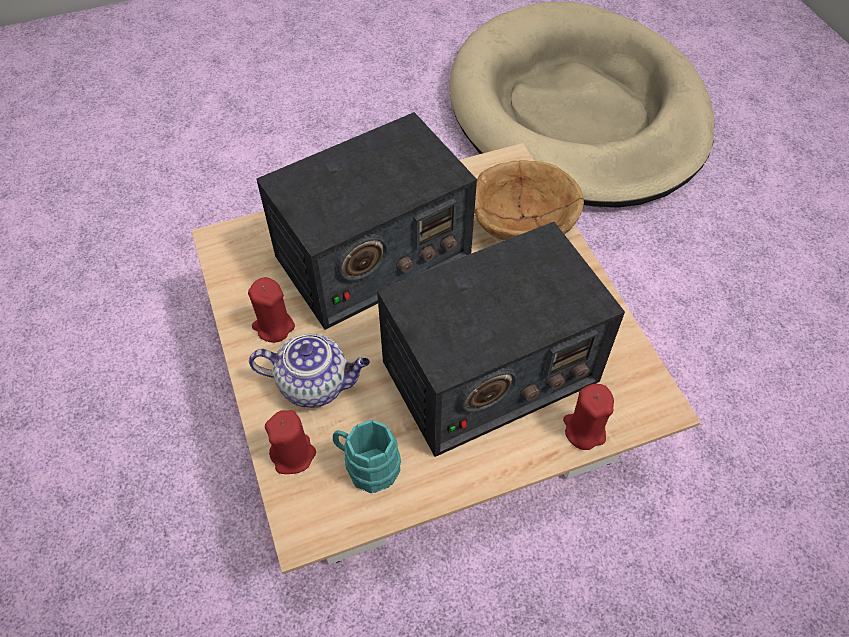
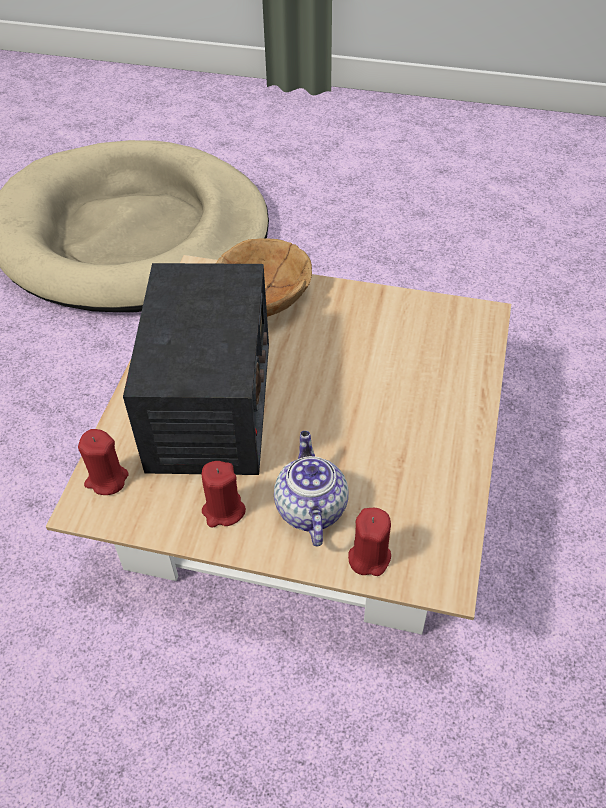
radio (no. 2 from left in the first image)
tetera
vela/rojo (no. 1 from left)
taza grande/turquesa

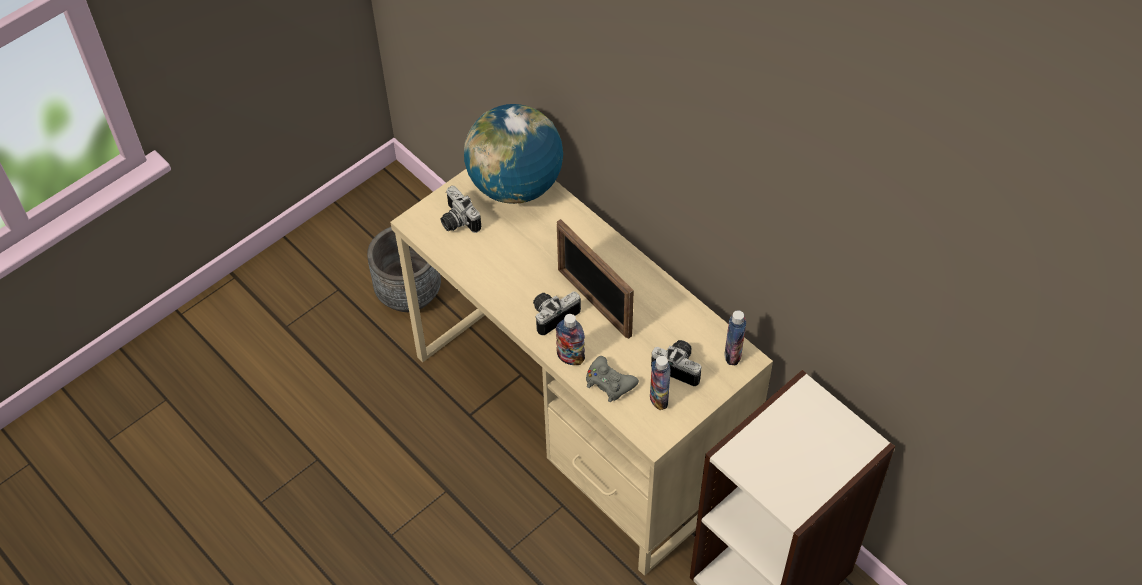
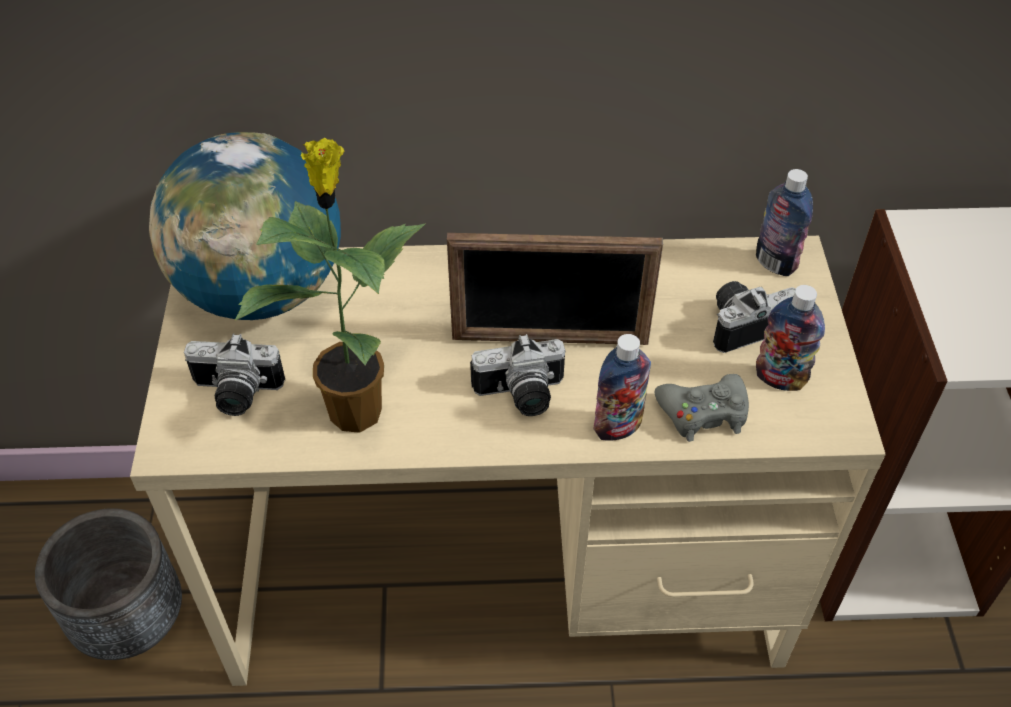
cámara (no. 2 from left)
planta en maceta

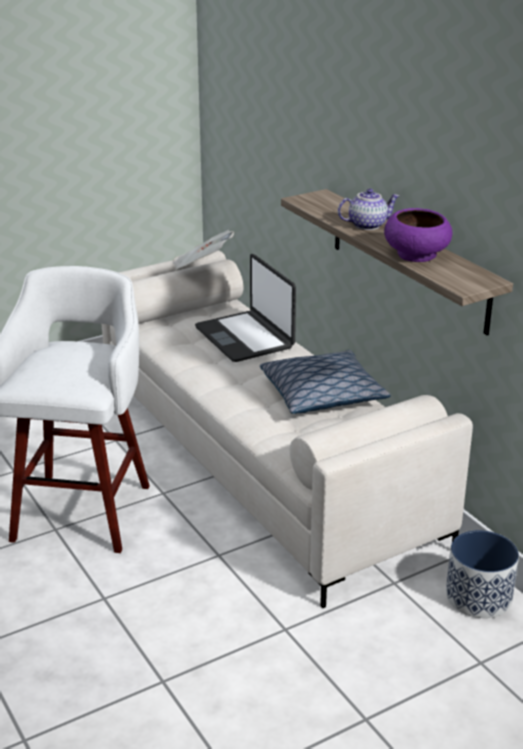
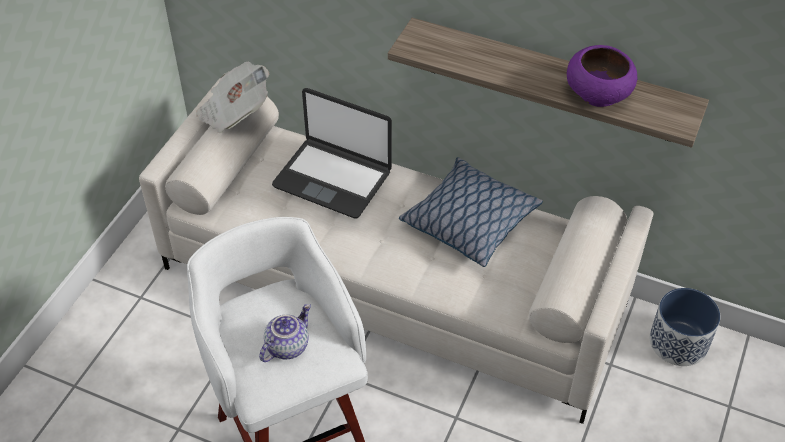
tetera

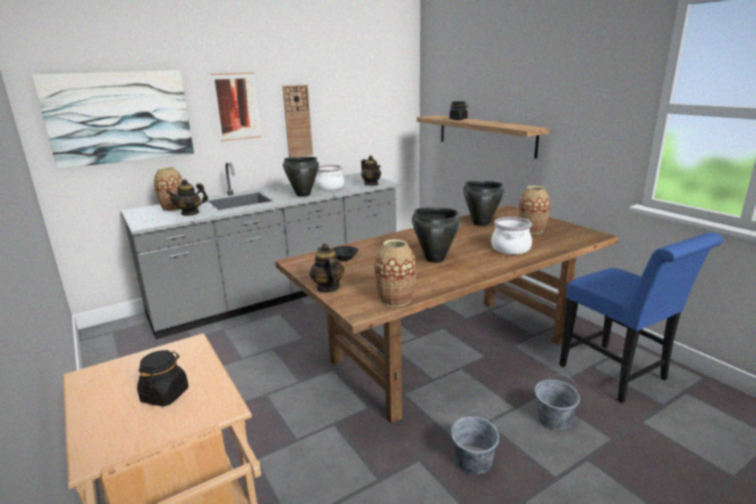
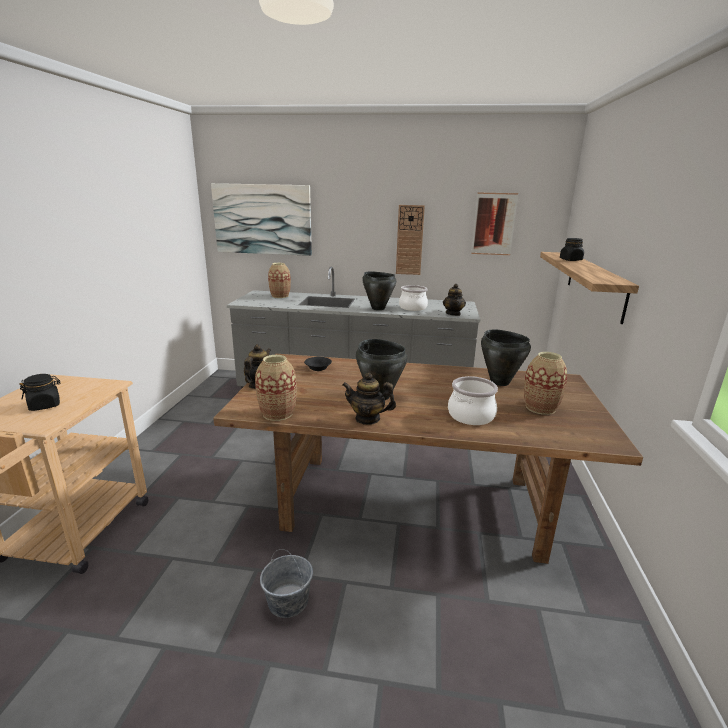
cuadro (no. 2 from left)
tetera (no. 2 from left)
silla/azul
cubo/gris (no. 2 from left in the first image)

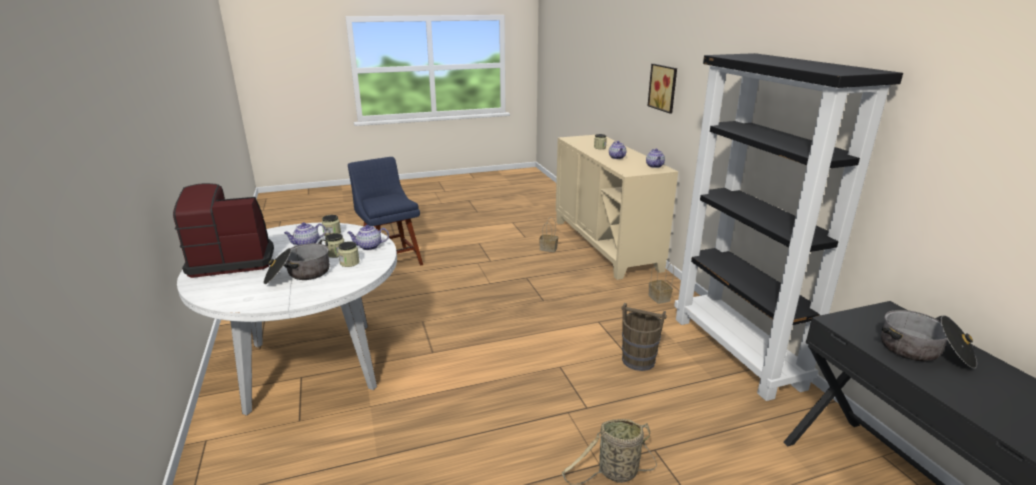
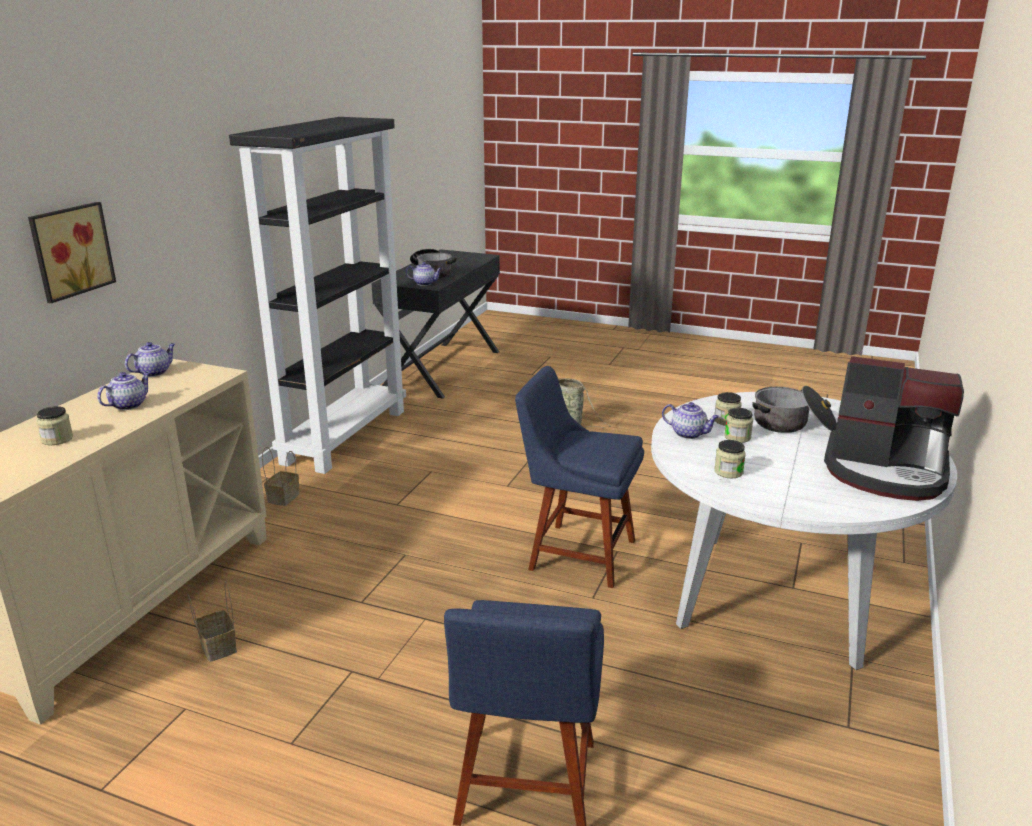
tetera (no. 3 from left)
cubo/marrón
silla/azul (no. 2 from left)

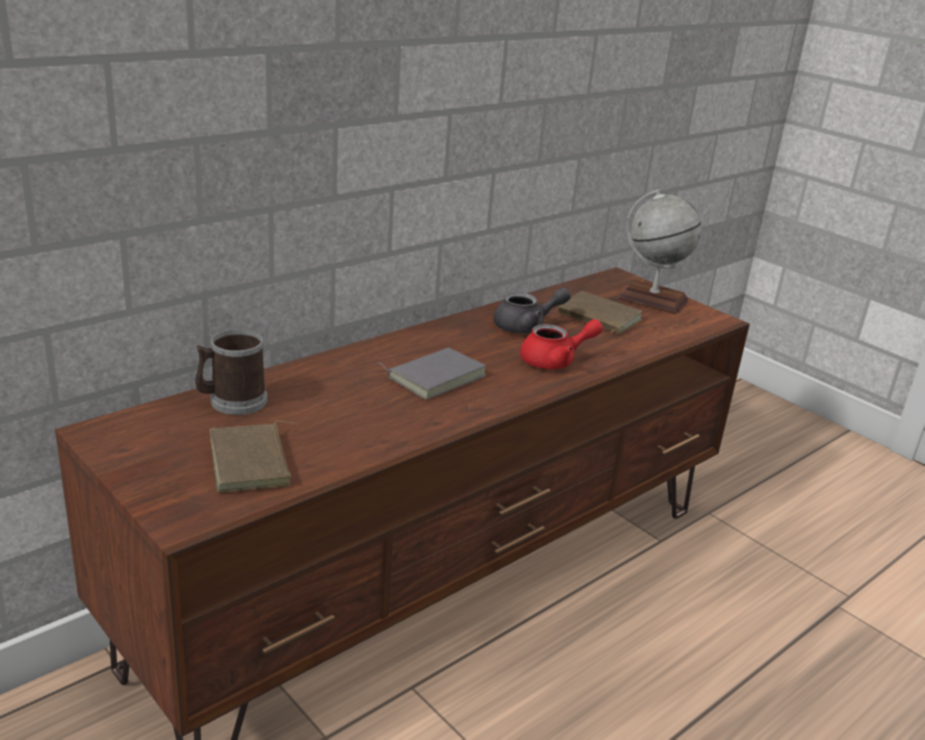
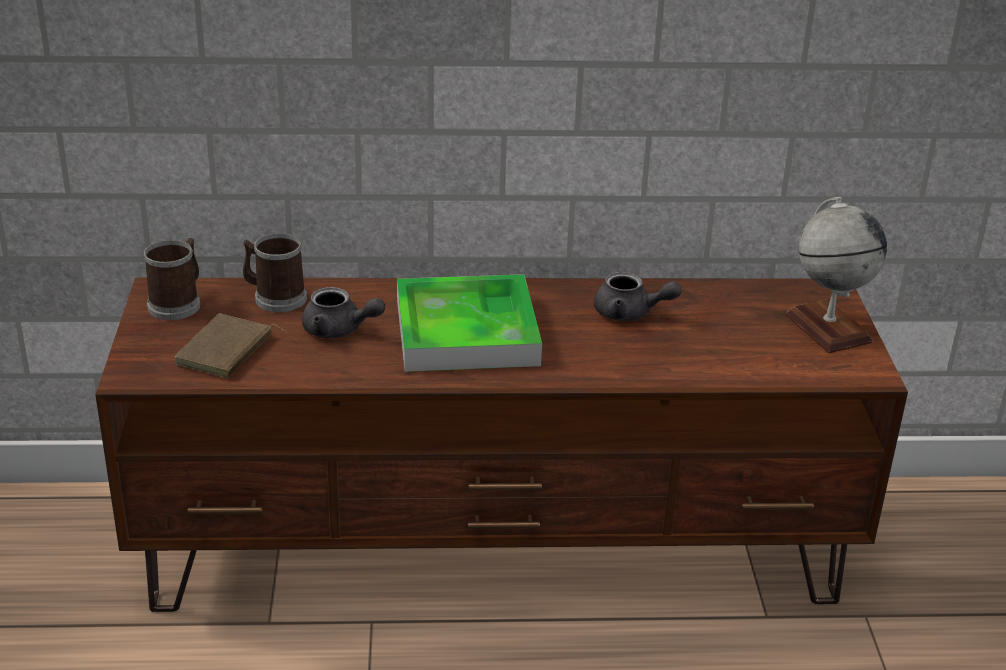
libro/marrón (no. 2 from left in the first image)
tetera/rojo
bandeja
taza grande (no. 1 from left)
tetera/gris (no. 1 from left)

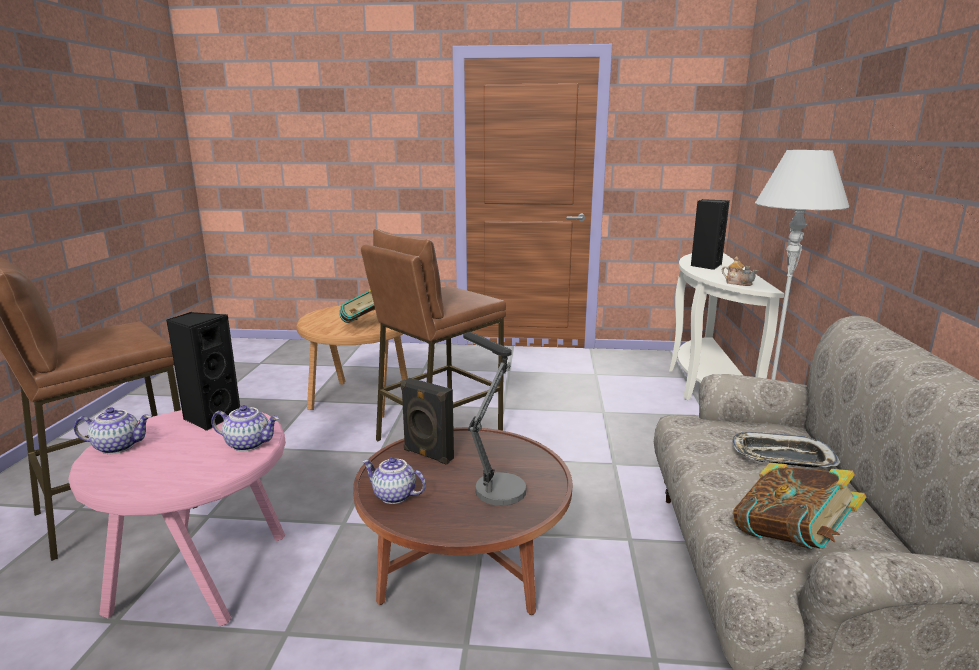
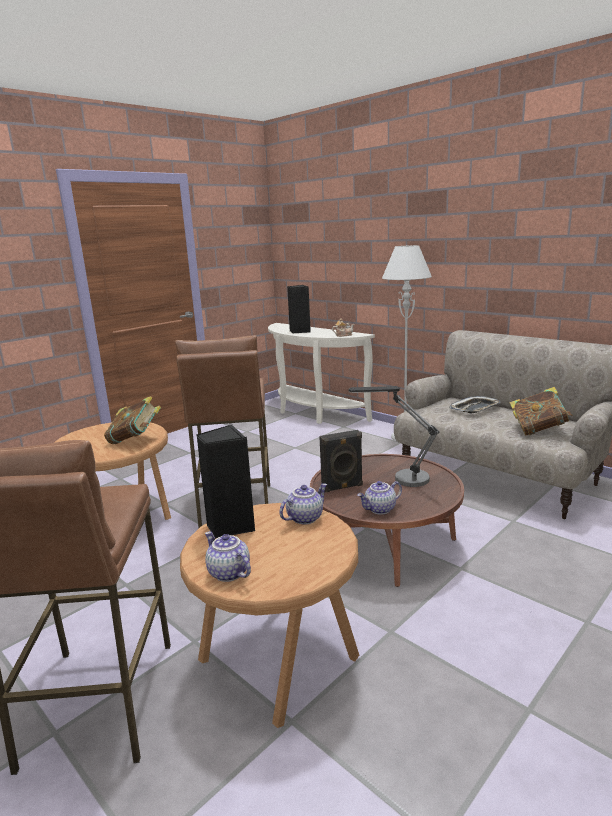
tetera (no. 1 from left)
mesa auxiliar/marrón (no. 2 from left)

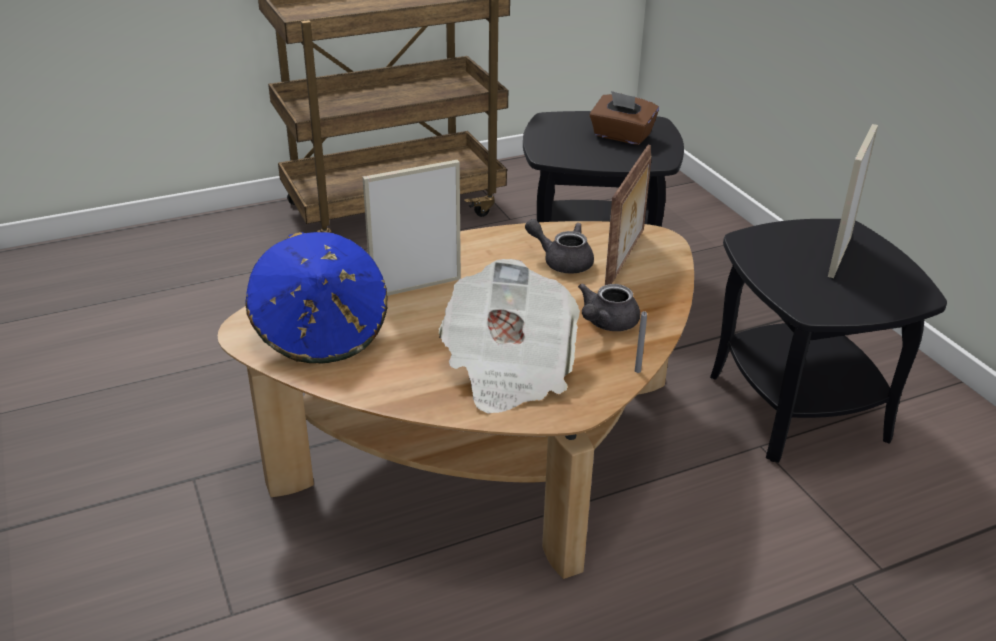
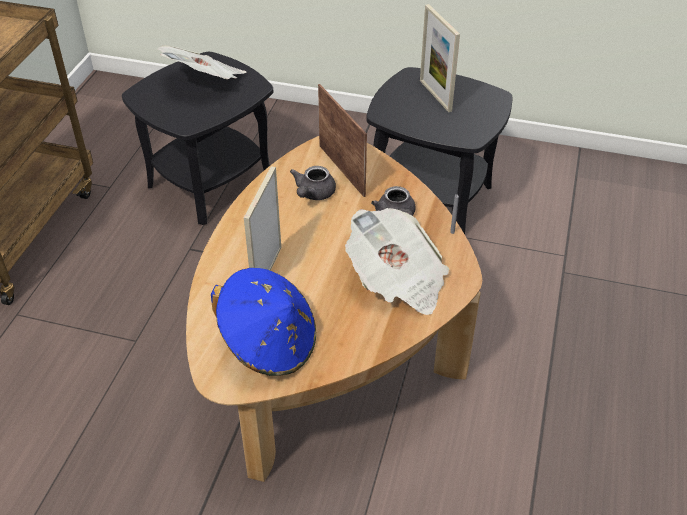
periódico (no. 1 from left)
tetera/gris (no. 1 from left)

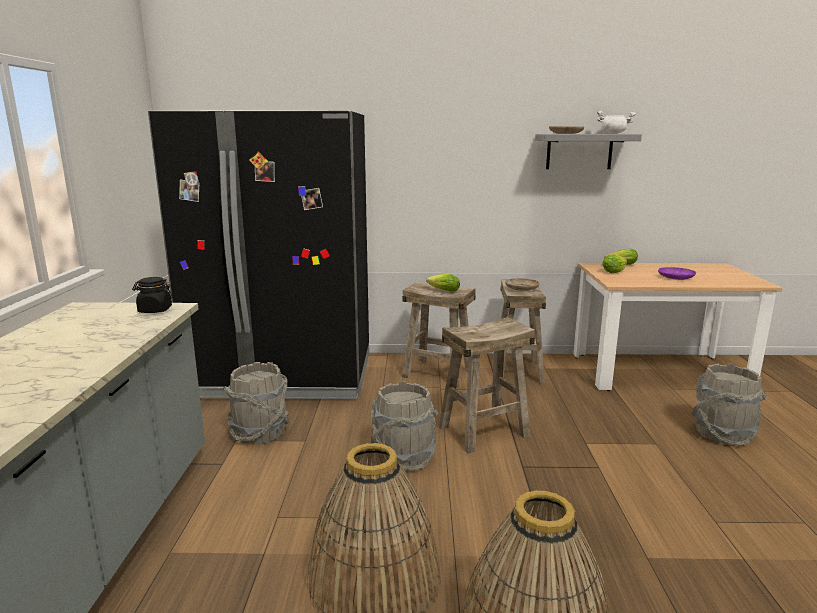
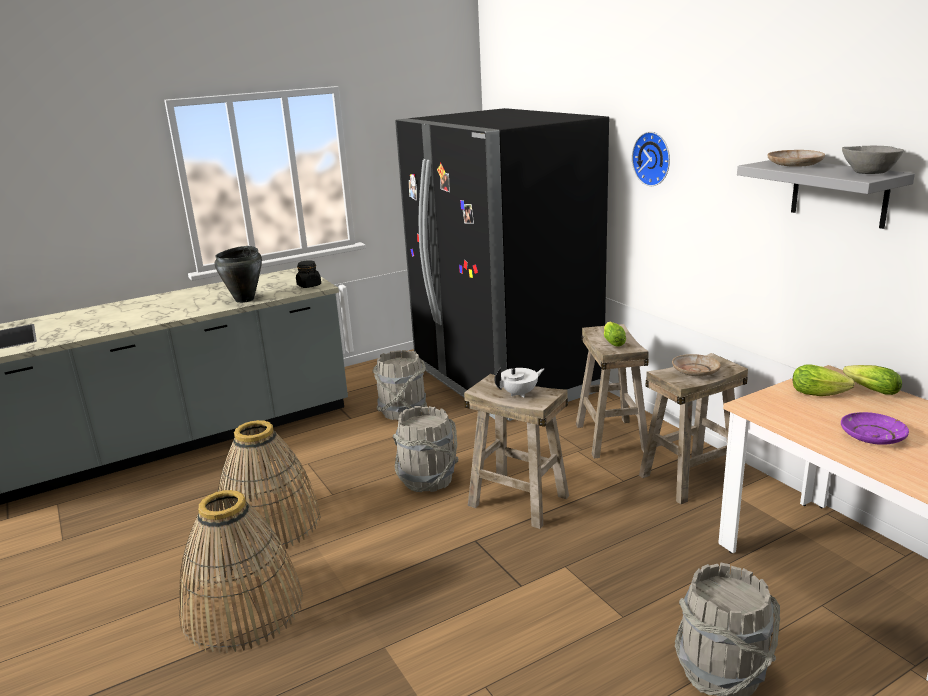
cuenco/gris
reloj de pared
olla/negro
tetera/blanco

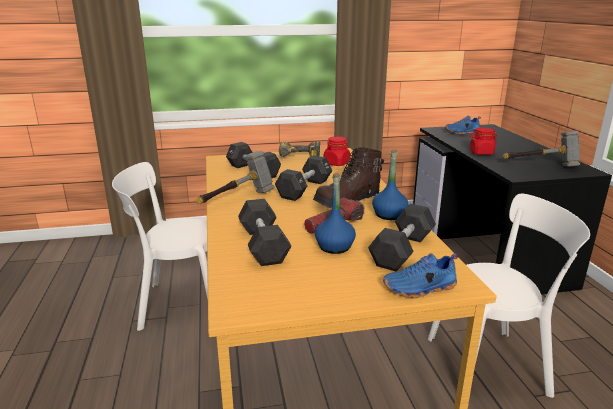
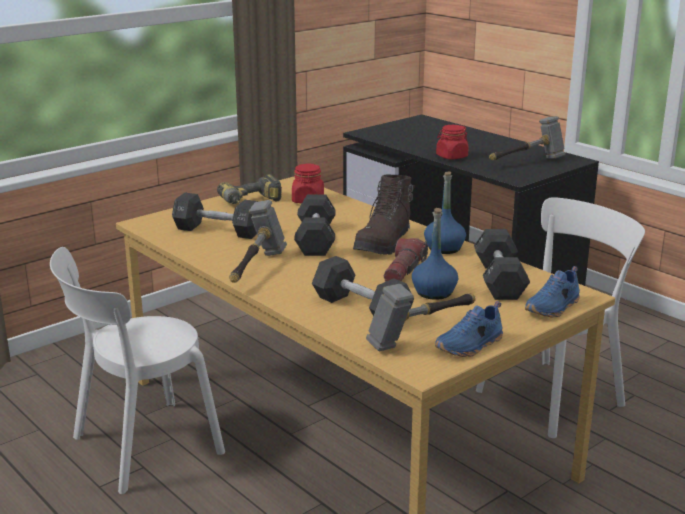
zapato/azul (no. 1 from left)
martillo (no. 2 from left)

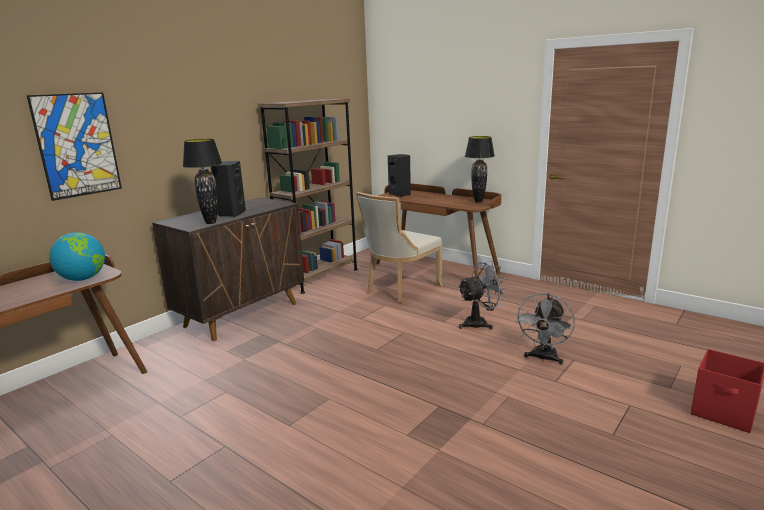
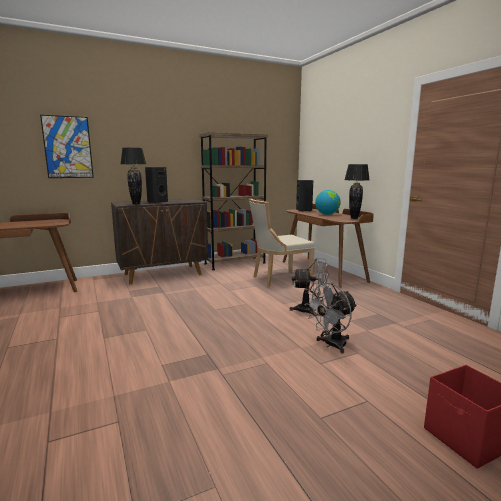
globo terráqueo

